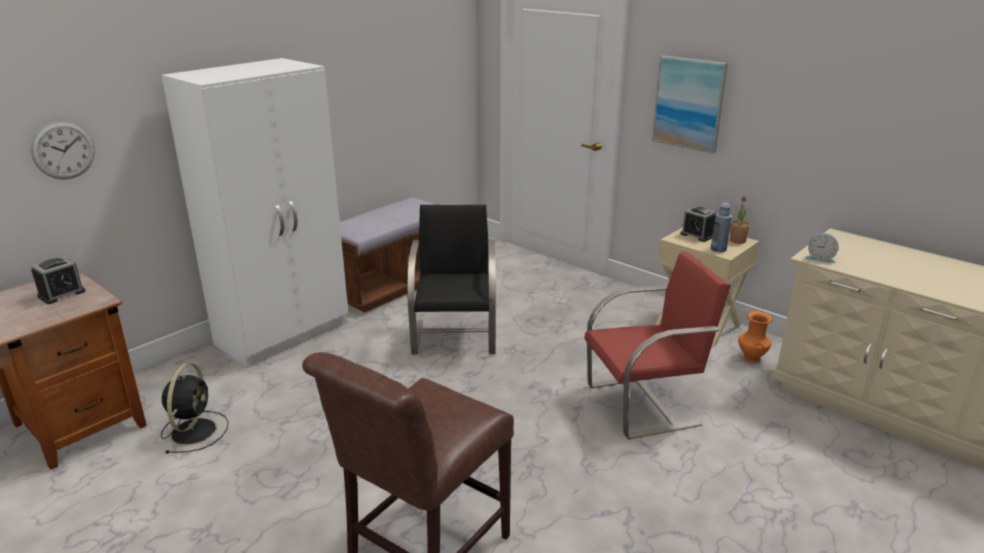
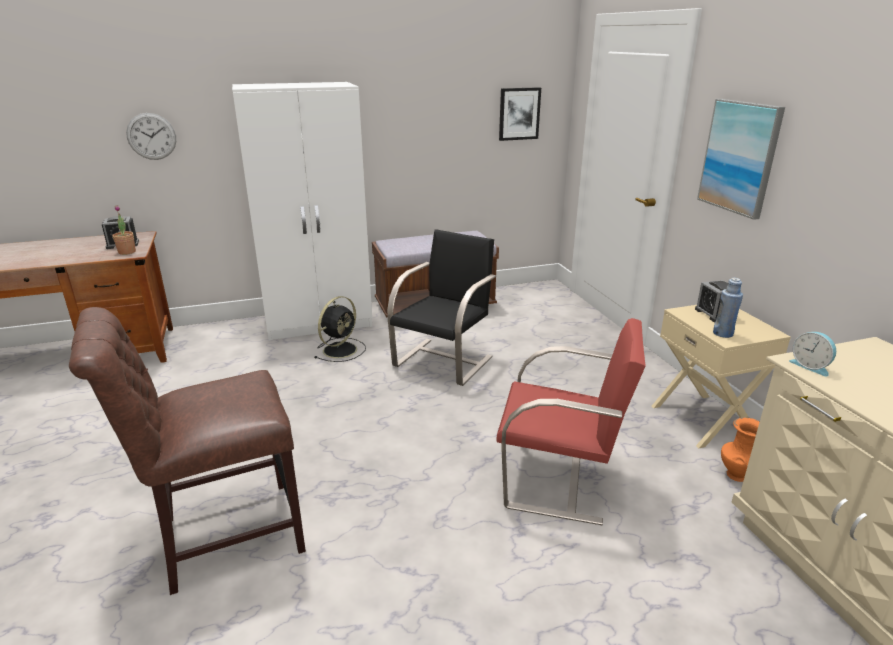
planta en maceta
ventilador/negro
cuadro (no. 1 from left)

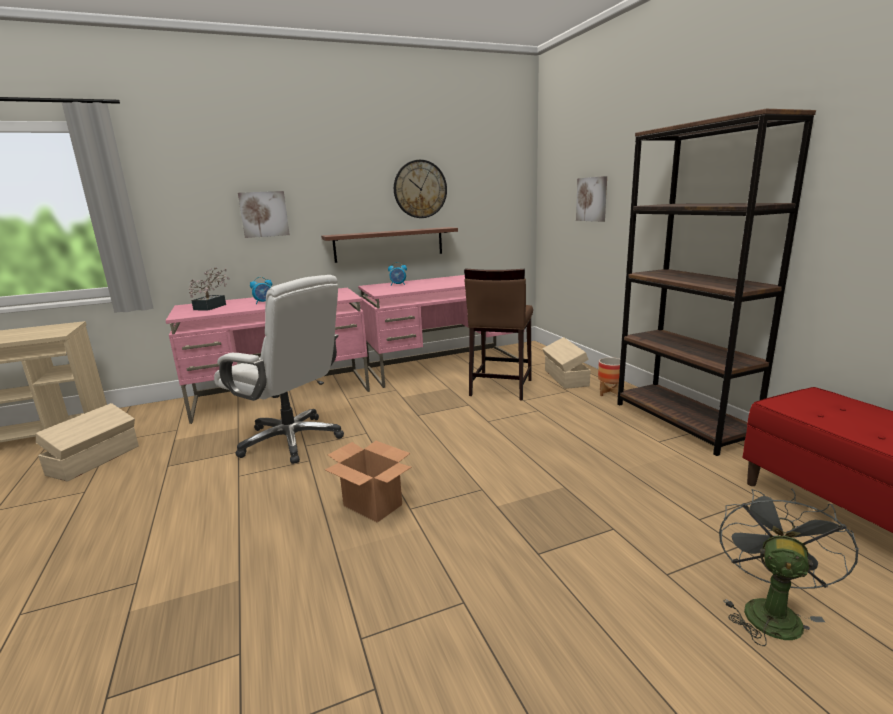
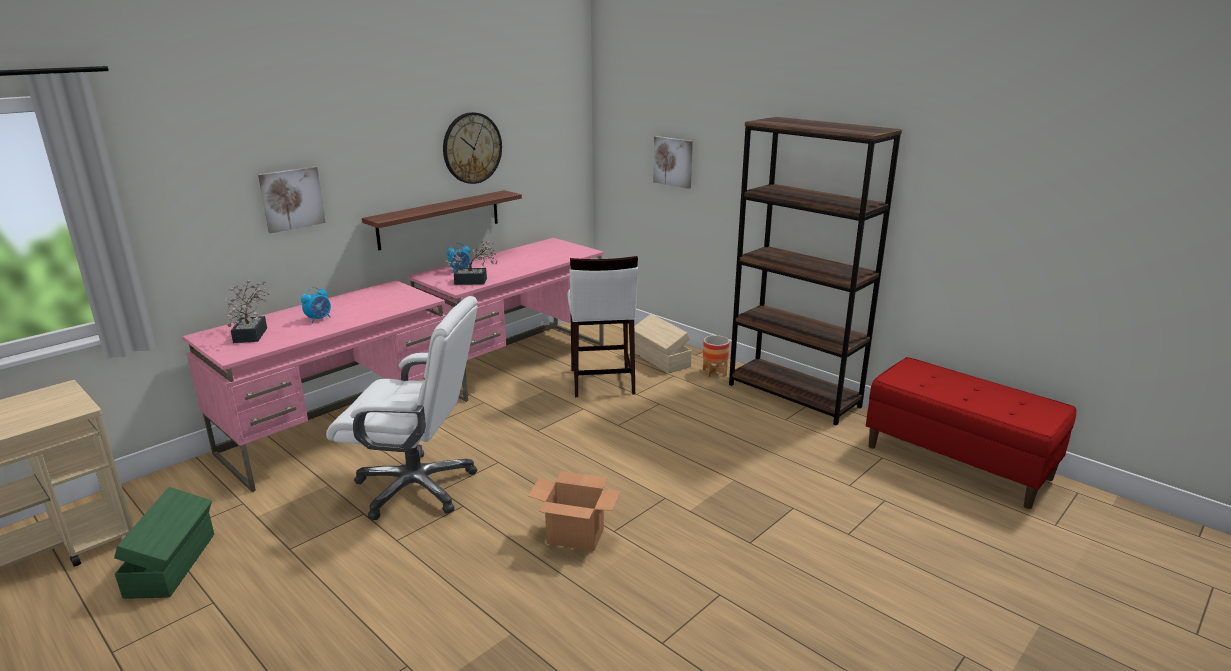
taburete/blanco
caja de almacenaje/verde
ventilador/gris
planta en maceta (no. 2 from left)

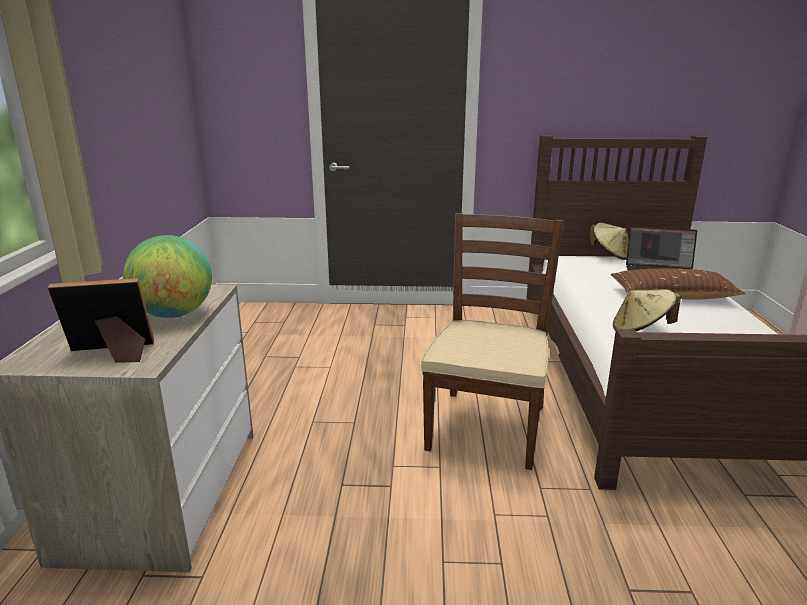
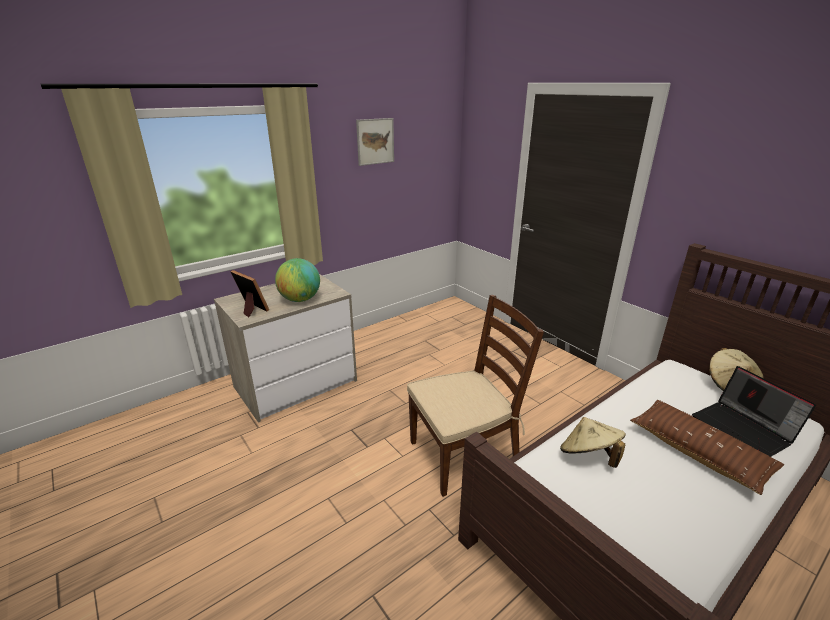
cuadro

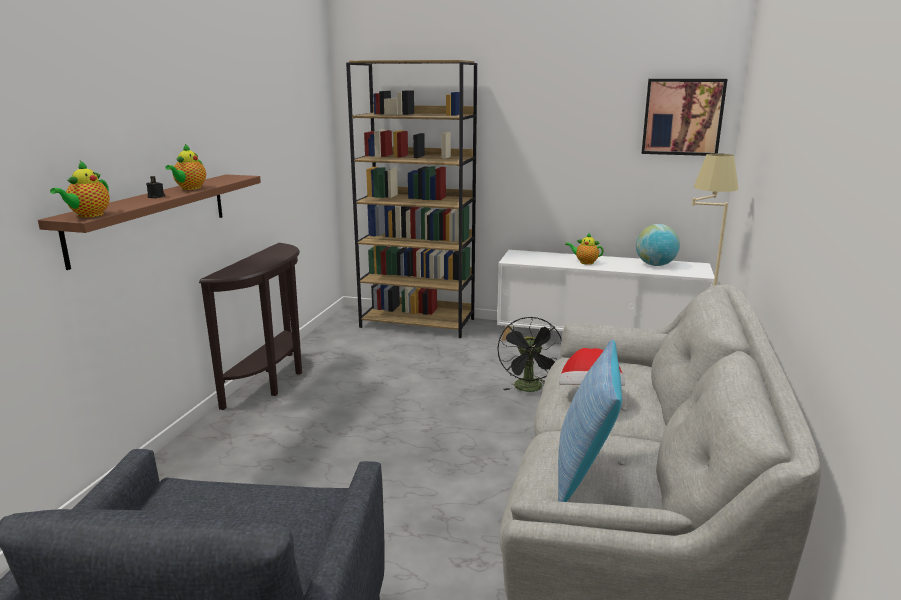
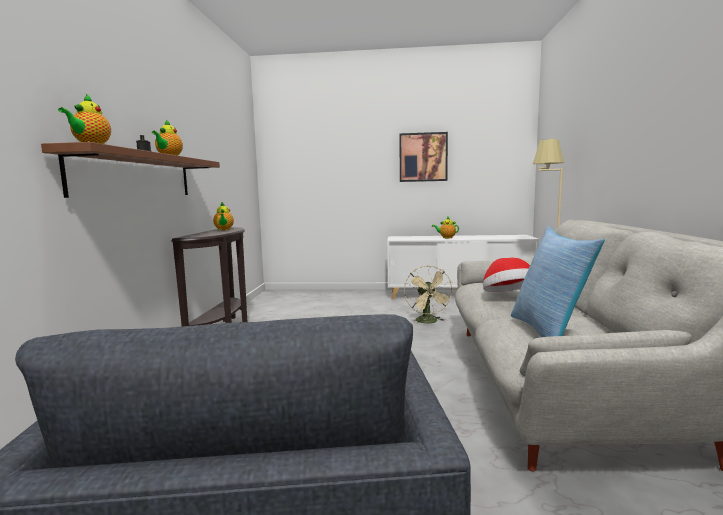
estantería/marrón
cuadro
globo terráqueo
ventilador/beis
tetera (no. 3 from left)

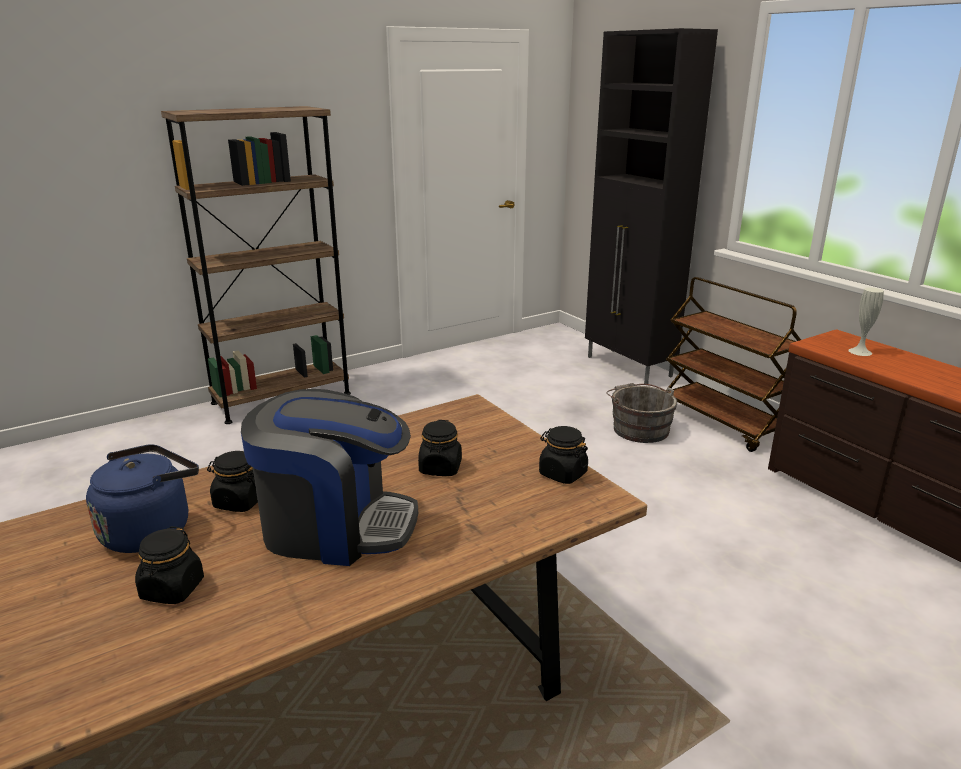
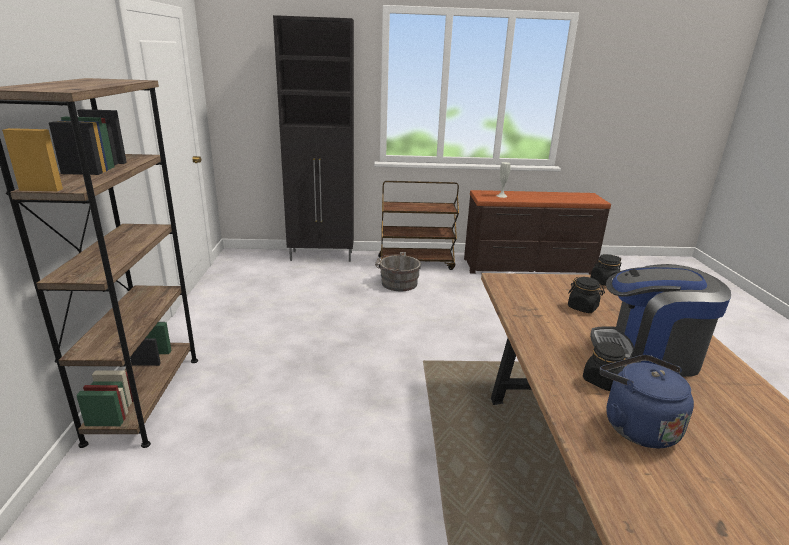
cafetera
tarro/negro (no. 1 from left in the first image)

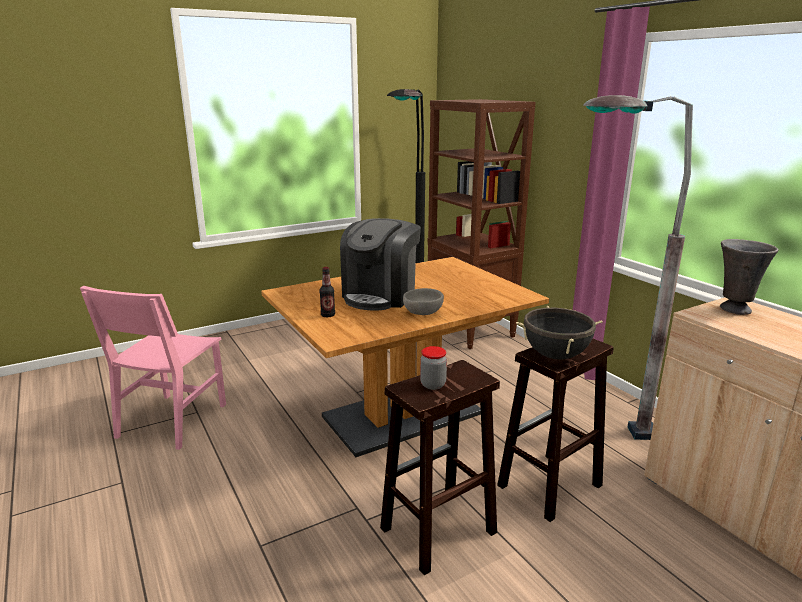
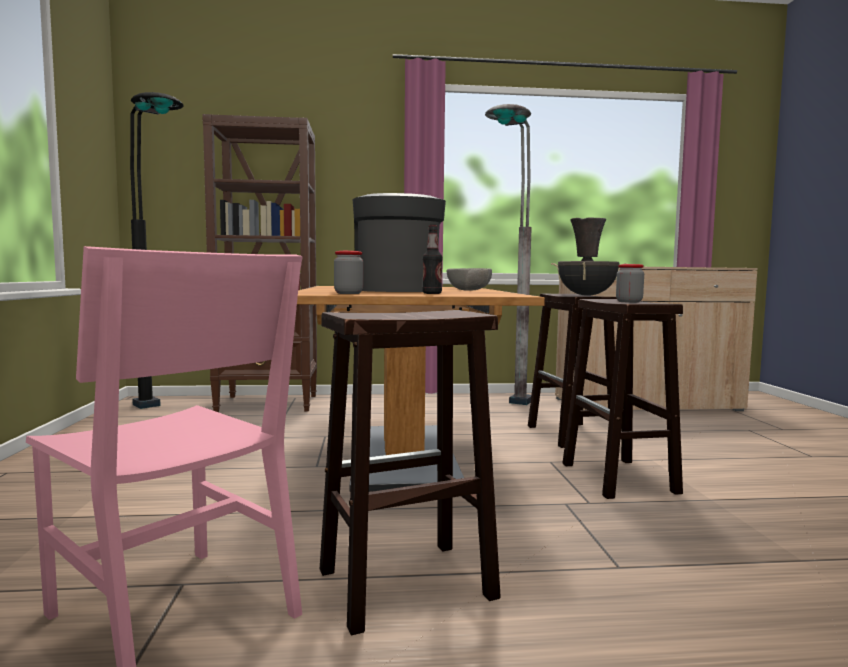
cafetera
tarro (no. 1 from left)
taburete/marrón (no. 1 from left)

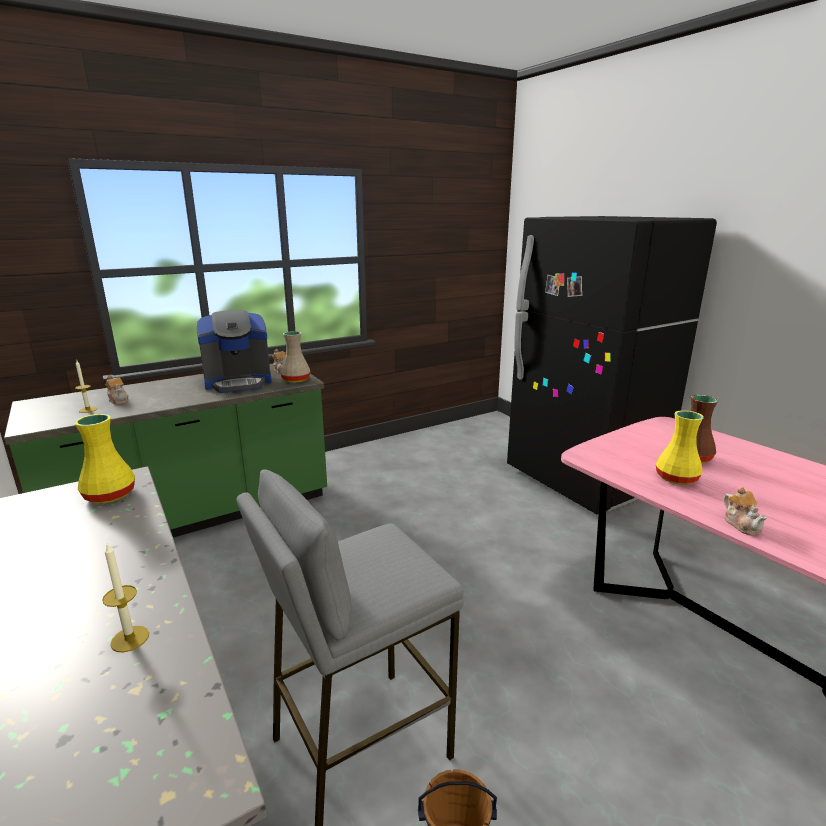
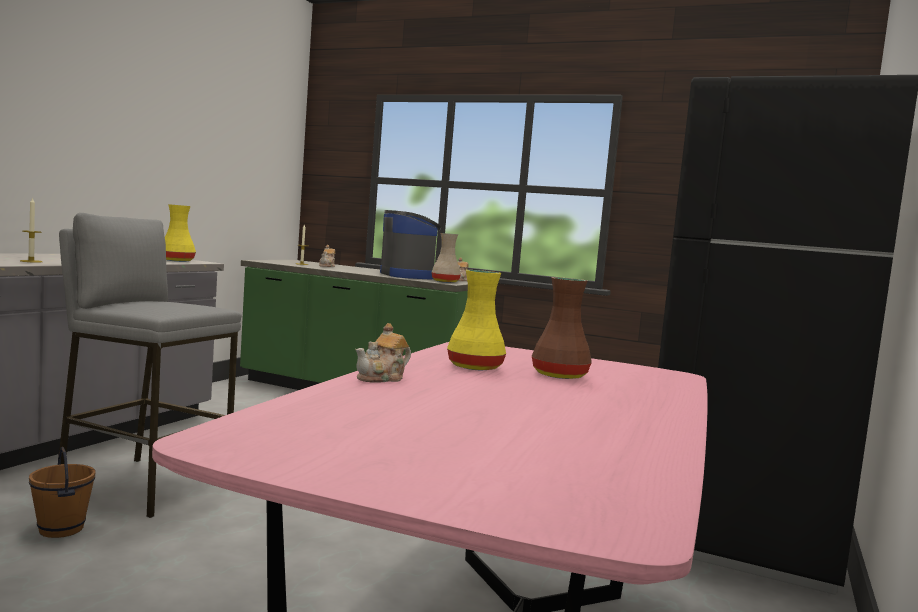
cafetera

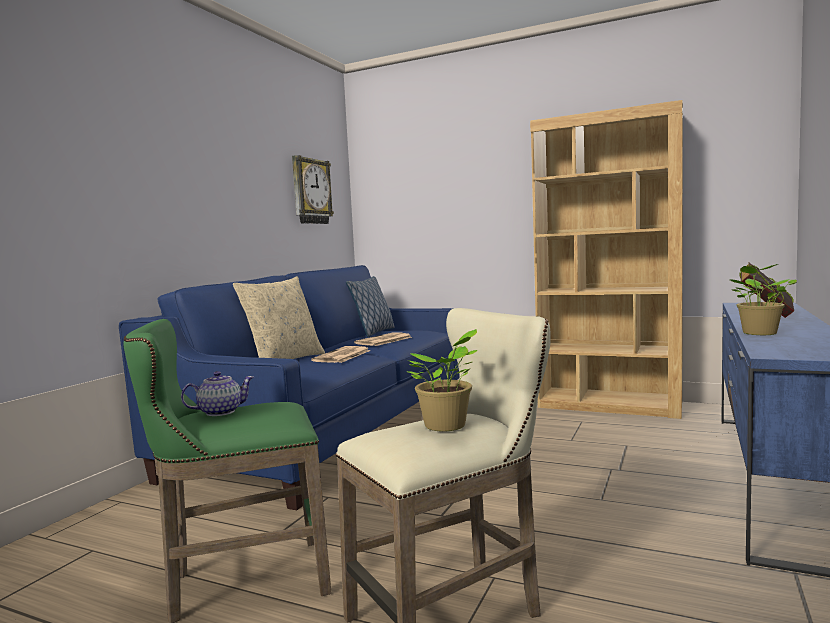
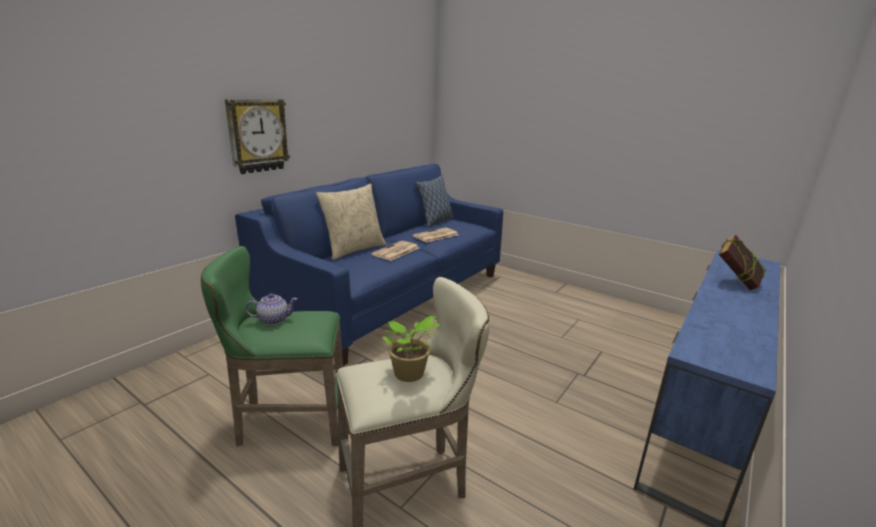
estantería/marrón
reloj de pared
planta en maceta (no. 2 from left in the first image)

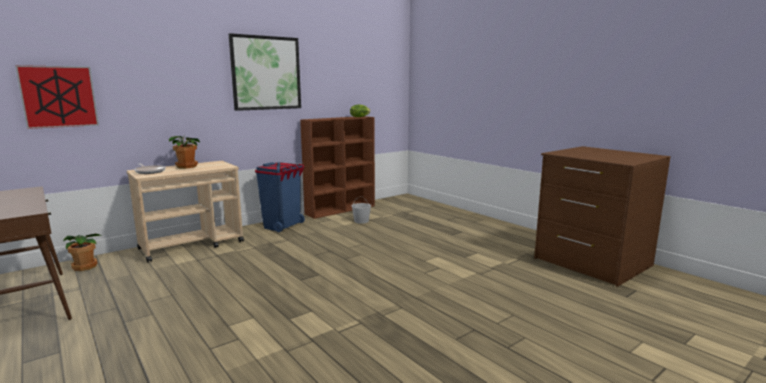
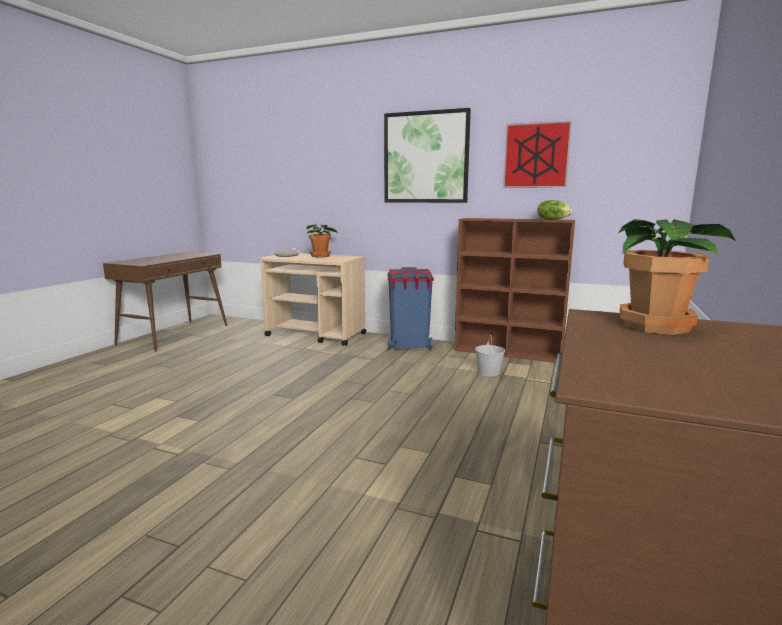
cuadro (no. 2 from left)
planta en maceta (no. 2 from left)

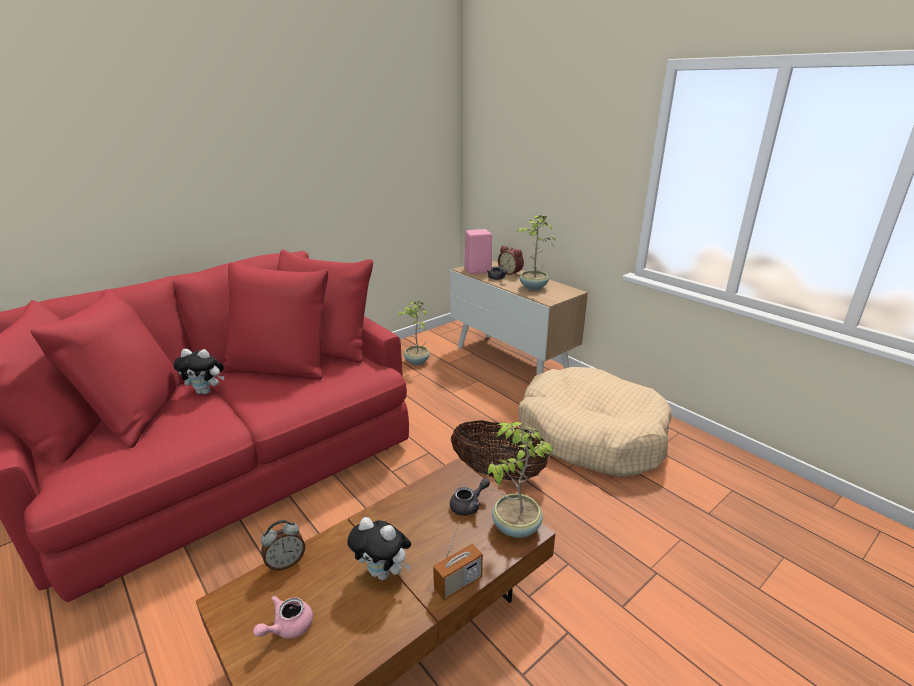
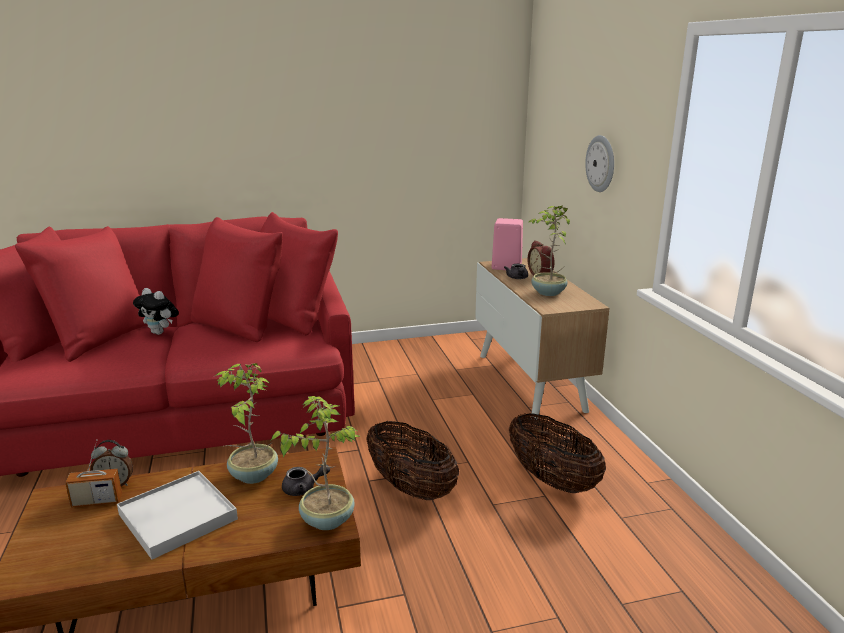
planta en maceta (no. 1 from left)
cesta (no. 2 from left)
bandeja/blanco
radio
tetera/rosa
reloj de pared

